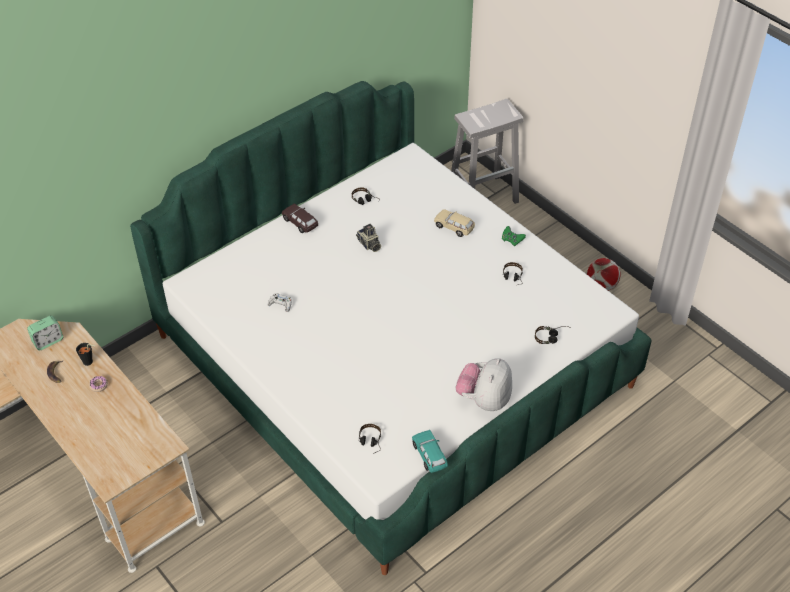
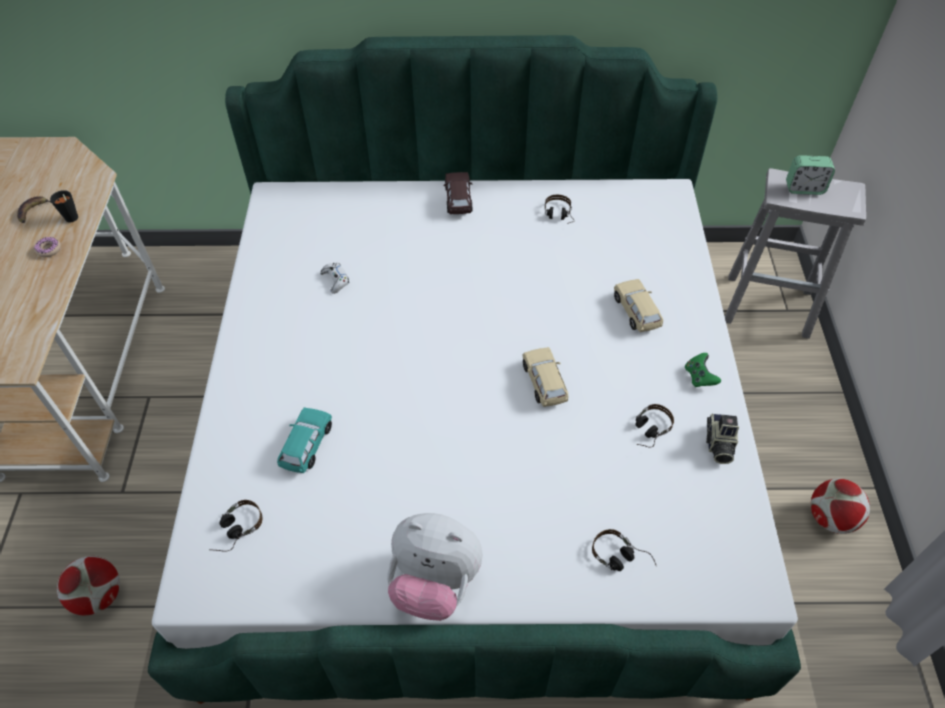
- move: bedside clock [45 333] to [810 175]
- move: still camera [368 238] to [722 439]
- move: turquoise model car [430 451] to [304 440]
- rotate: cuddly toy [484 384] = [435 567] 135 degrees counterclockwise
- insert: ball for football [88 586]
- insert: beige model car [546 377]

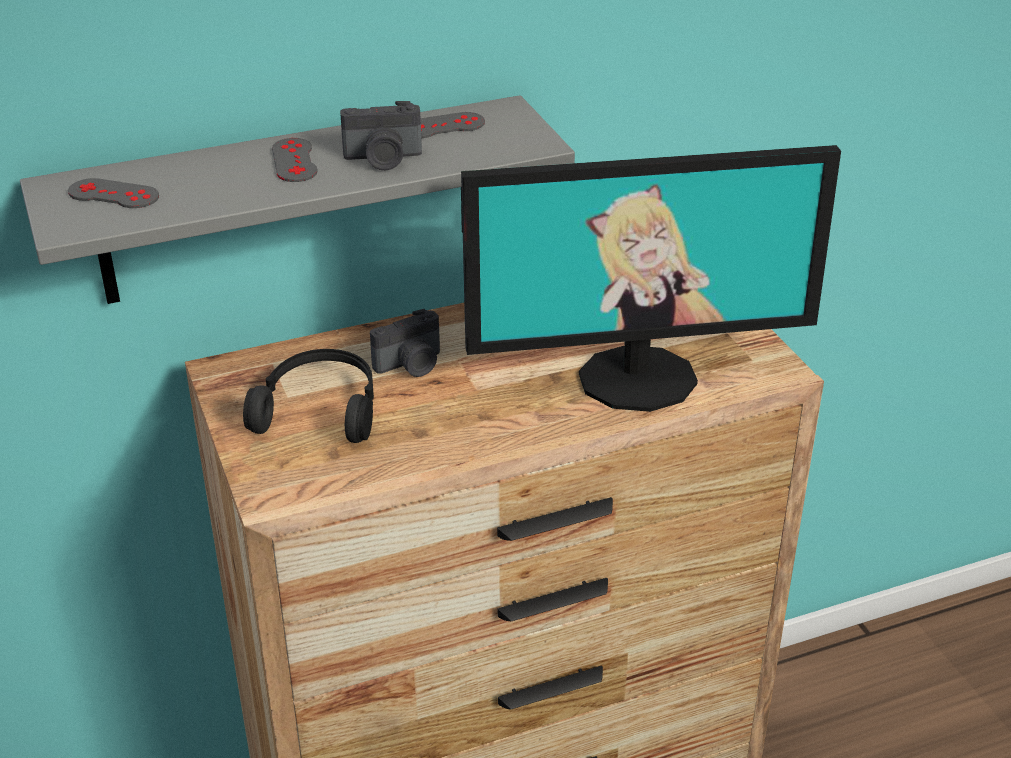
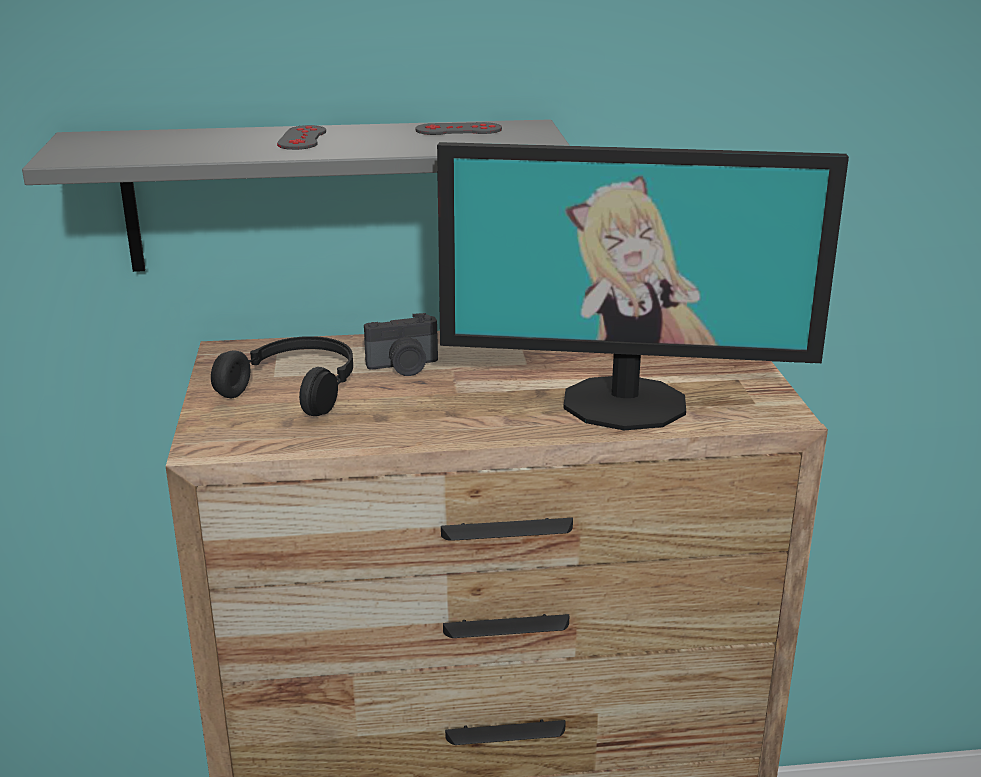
- delete: greyish gamepad [113 193]
- delete: still camera [381 135]

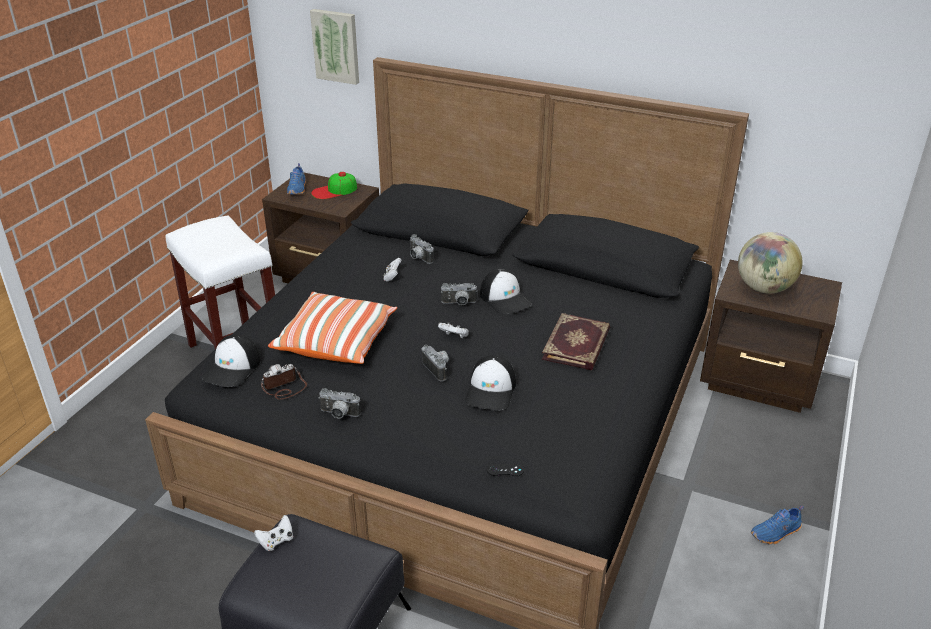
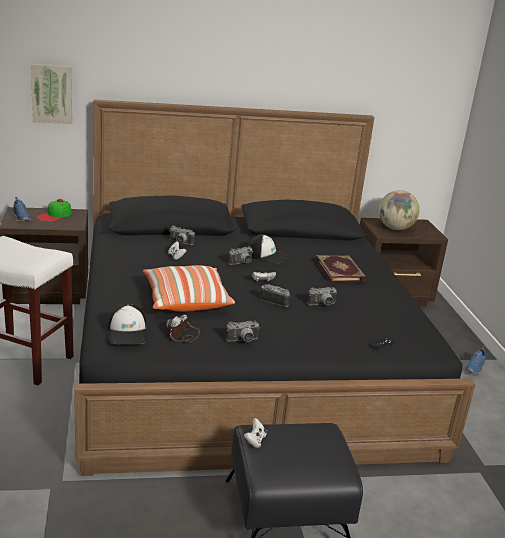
- replace: cap [490 382] to still camera [322 296]

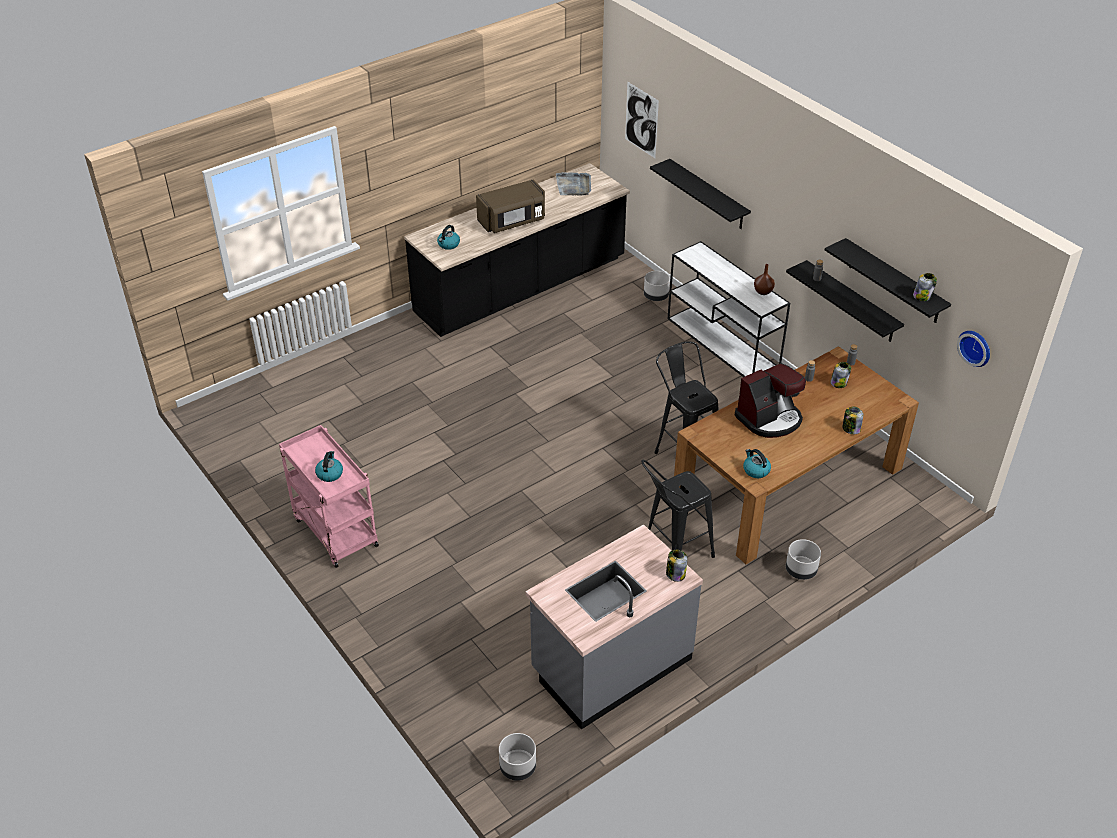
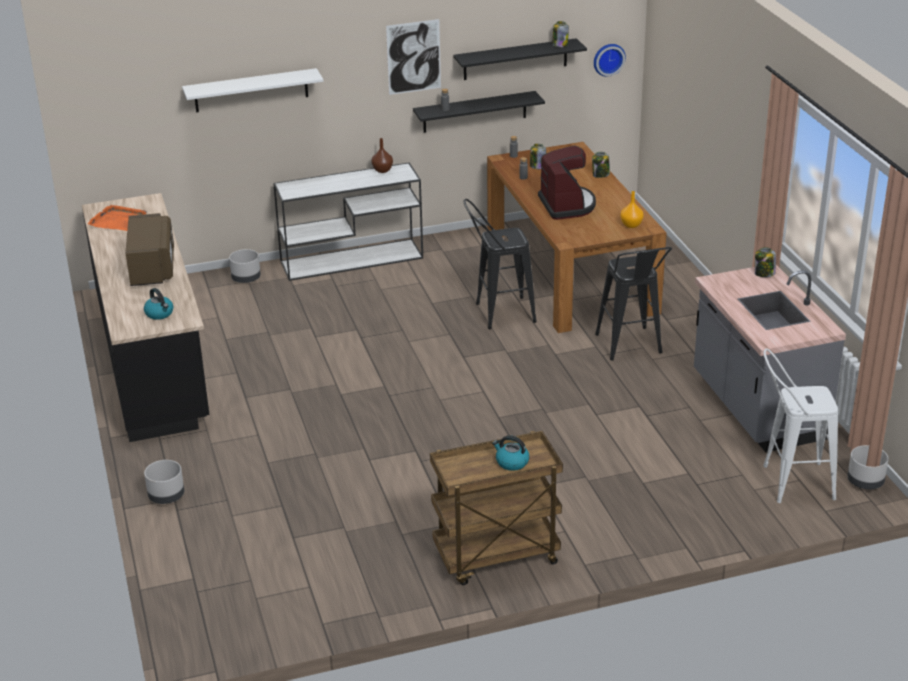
- recolor: pink cart [329 496] to brownish cart [496 508]
- recolor: greyish tray [573 184] to orangey tray [117 218]
- move: picture [642 120] to [413 57]
- delete: black-coloured bracket shelf [700 194]
- replace: kettle [757 463] to orangey decorative vase [632 209]
- move: greyish plant pot [803 559] to [164 482]
- insert: white bracket shelf [253 90]
- insert: white stool [800 426]

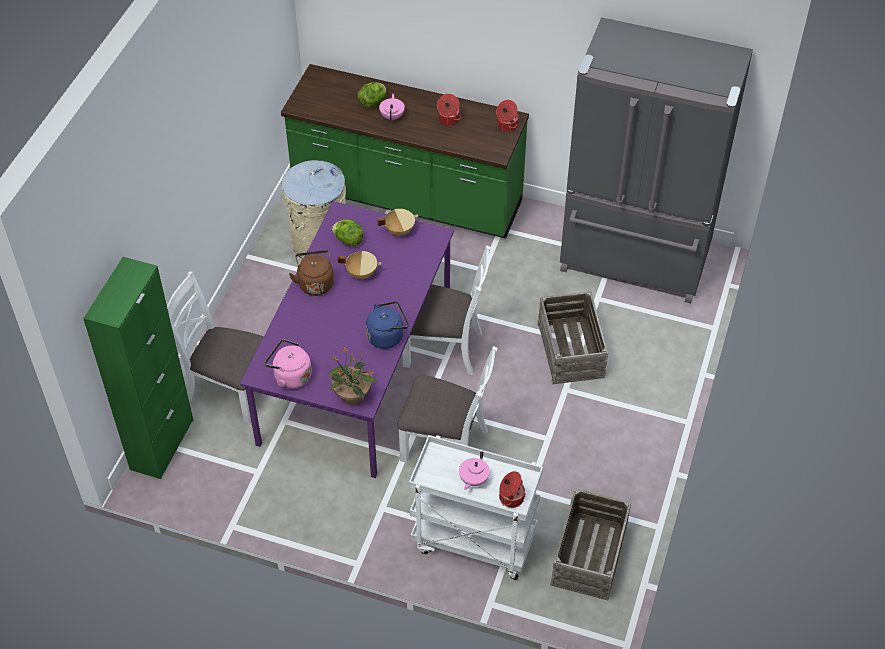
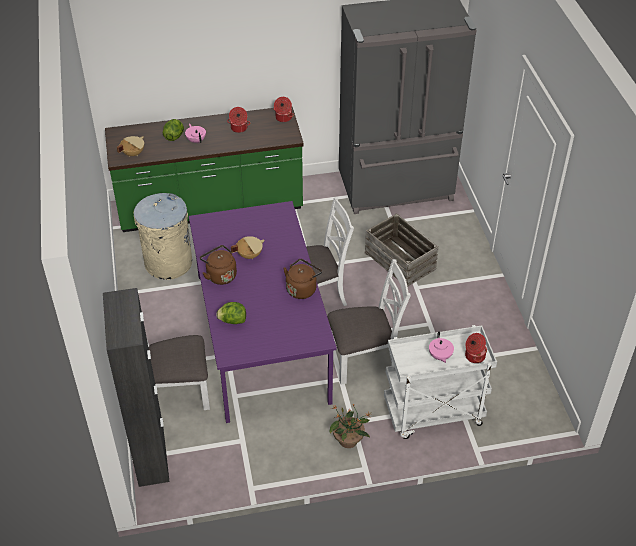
- recolor: greenish cupboard [138 368] to black-coloured cupboard [136 387]
- delete: pink kettle [288 364]
- move: houseplant [352 376] to [350 426]
- move: lettuce head [347 233] to [231 313]
- recolor: bluish kettle [387 325] to brownish kettle [302 279]
- move: beige cooking pot [397 222] to [130 146]
- delete: shipping crate [590 544]

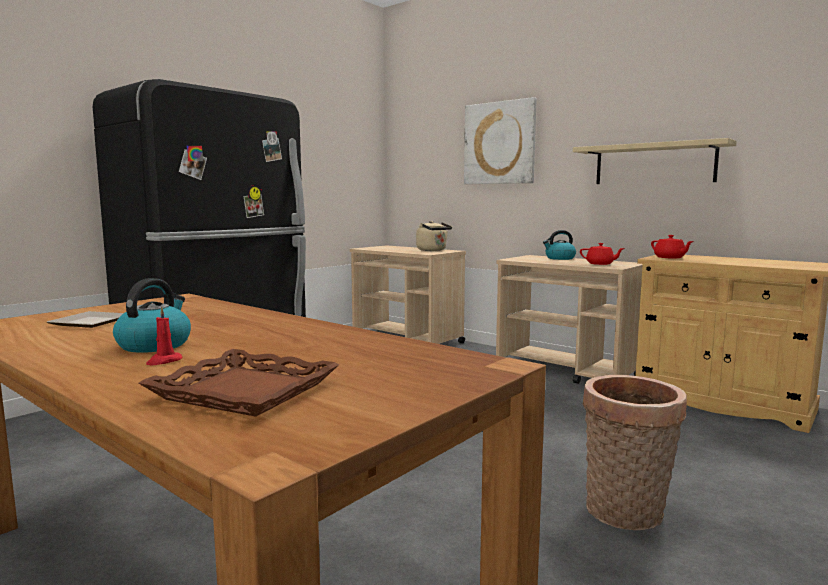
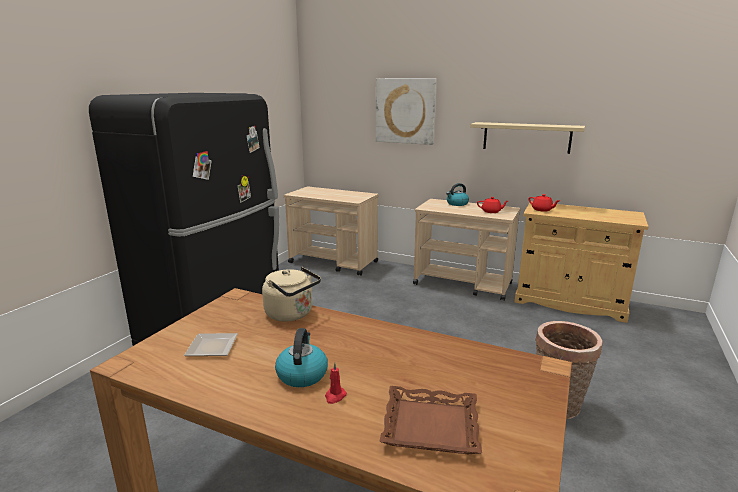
- move: beige kettle [434 236] to [291 294]

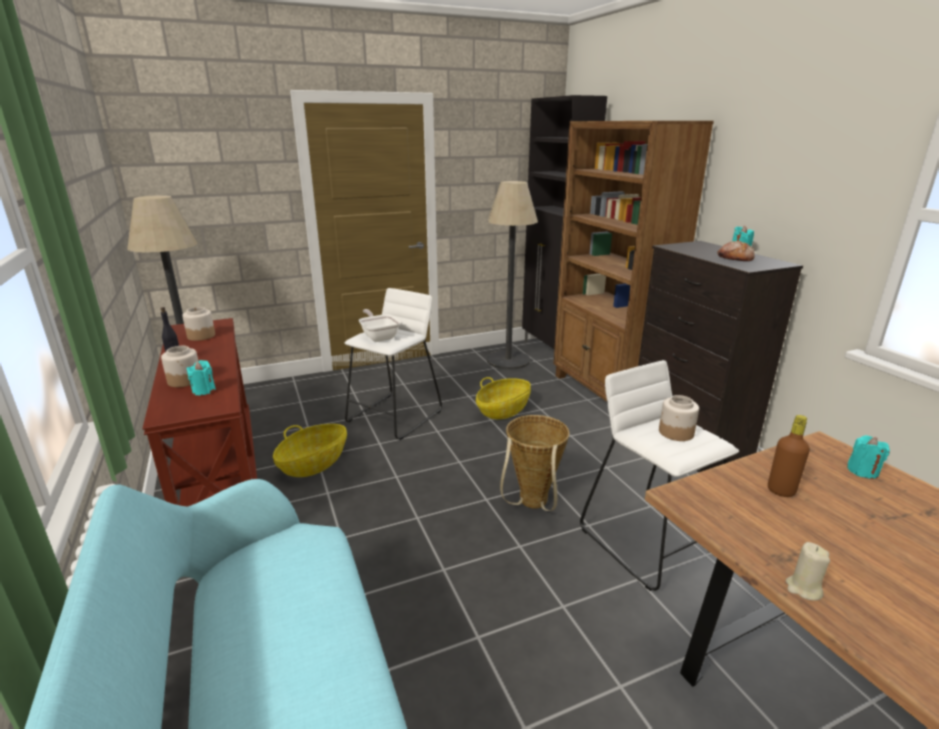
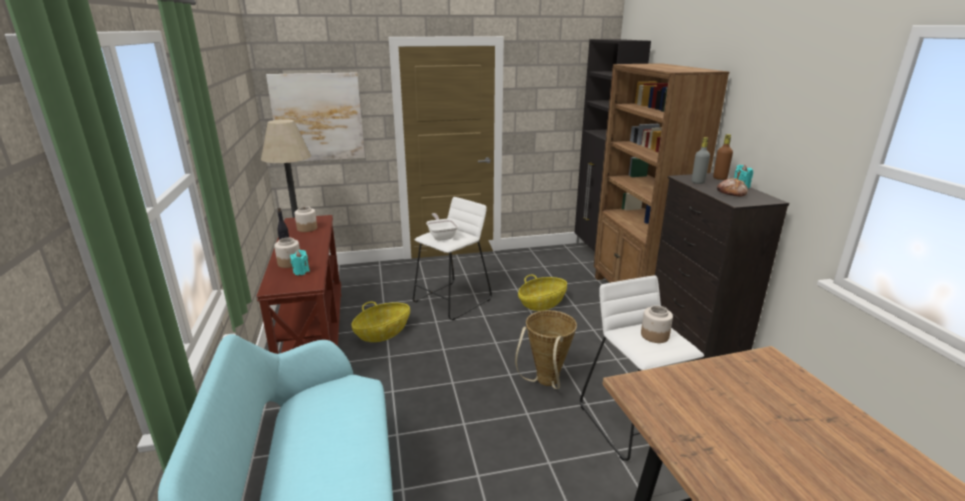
- delete: standing lamp [512 275]
- move: brownish drink bottle [789 456] to [723 157]
- delete: beige wax light [808 571]
- delete: turquoise wax light [868 457]
- insert: picture [315 117]
- insert: greyish drink bottle [701 160]

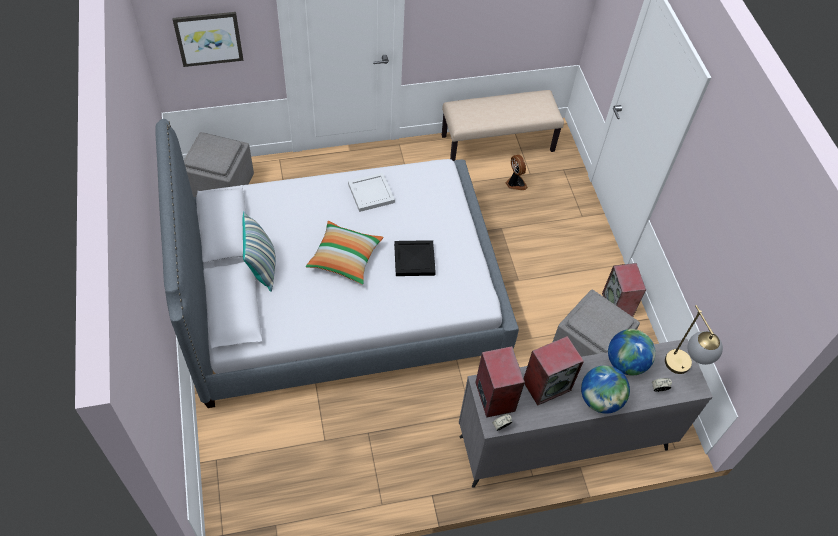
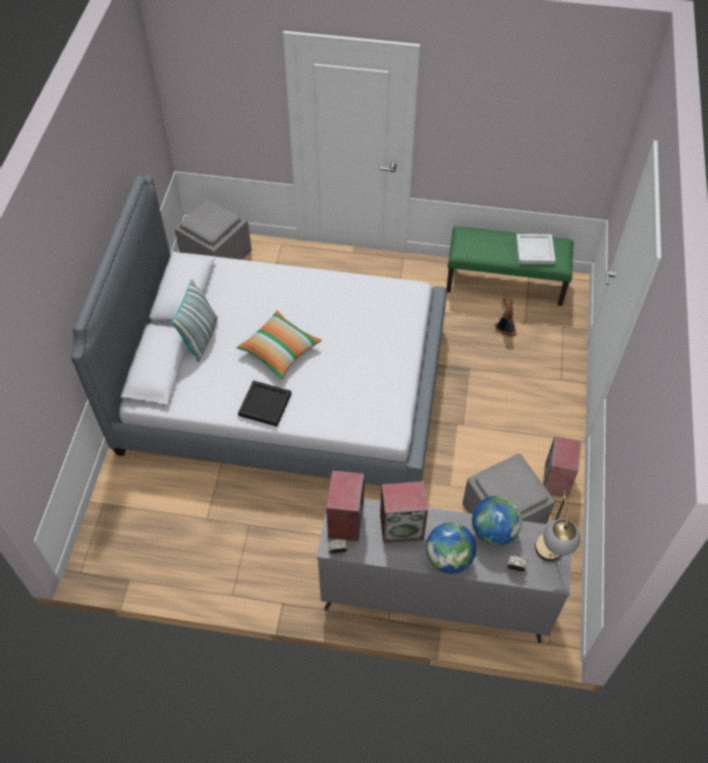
- delete: picture [208 39]
- move: white tray [371 192] to [535 249]
- move: black-coloured tray [415 258] to [264 403]
- recolor: beige indoor bench [503 125] to greenish indoor bench [510 266]

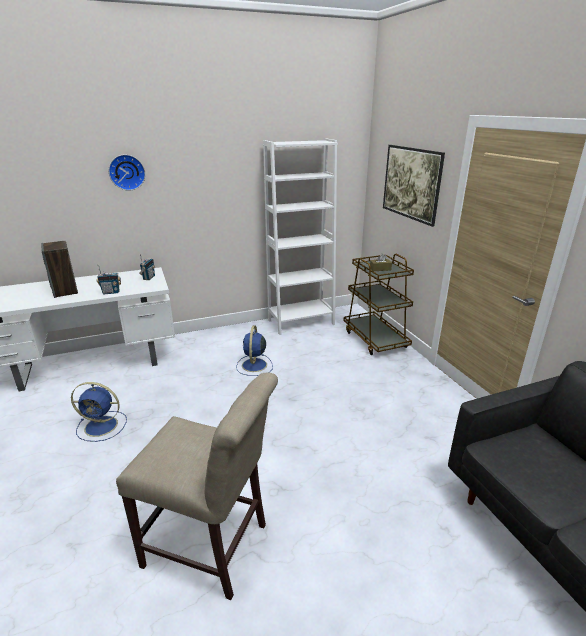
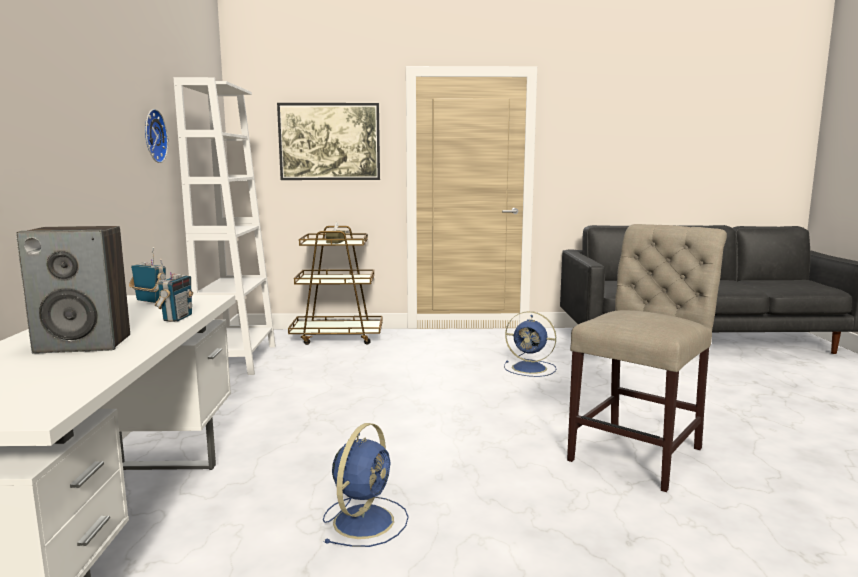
- move: hanging clock [127 172] to [156 136]
- move: bluish fan [254 350] to [530 344]

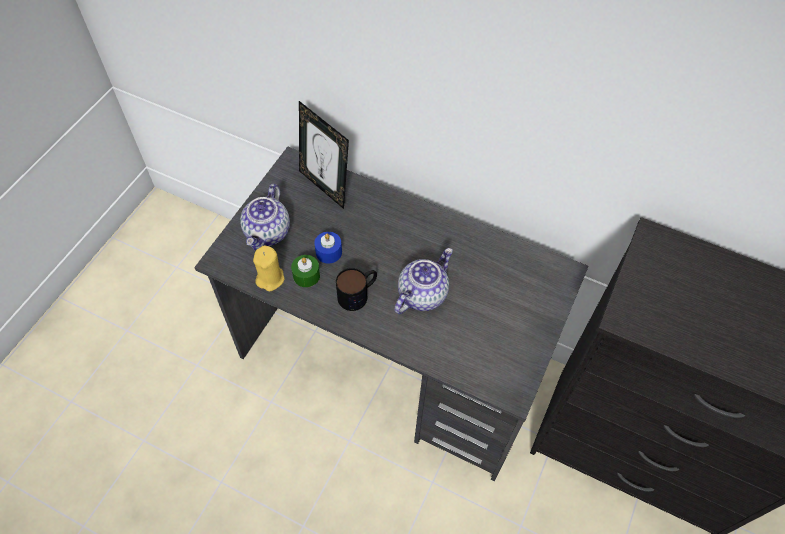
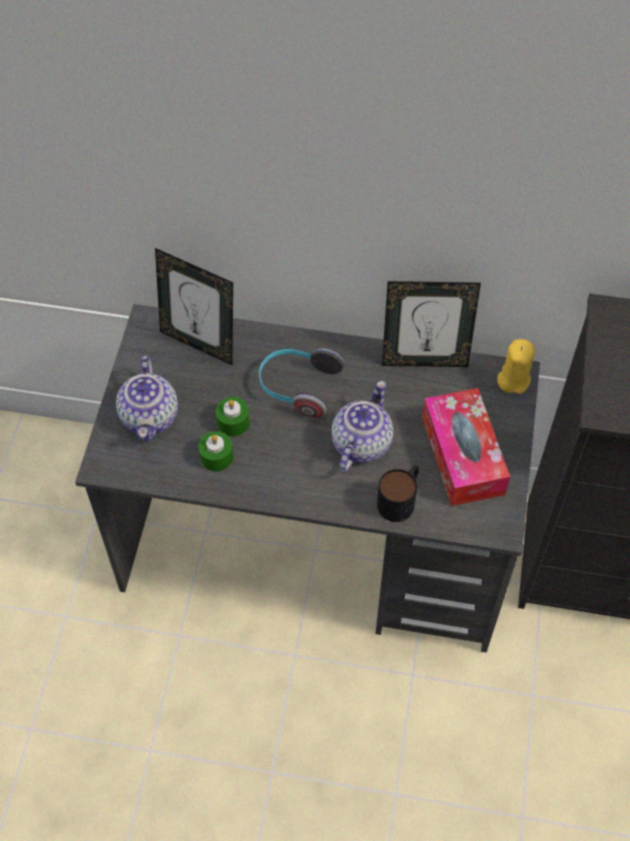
- move: yellowish wax light [268 268] to [516 366]
- recolor: bluish wax light [328 248] to greenish wax light [233 416]
- move: mug [356 289] to [398 493]
- insert: headset [301 383]
- insert: picture frame [431 324]
- insert: tissue holder [466 447]

